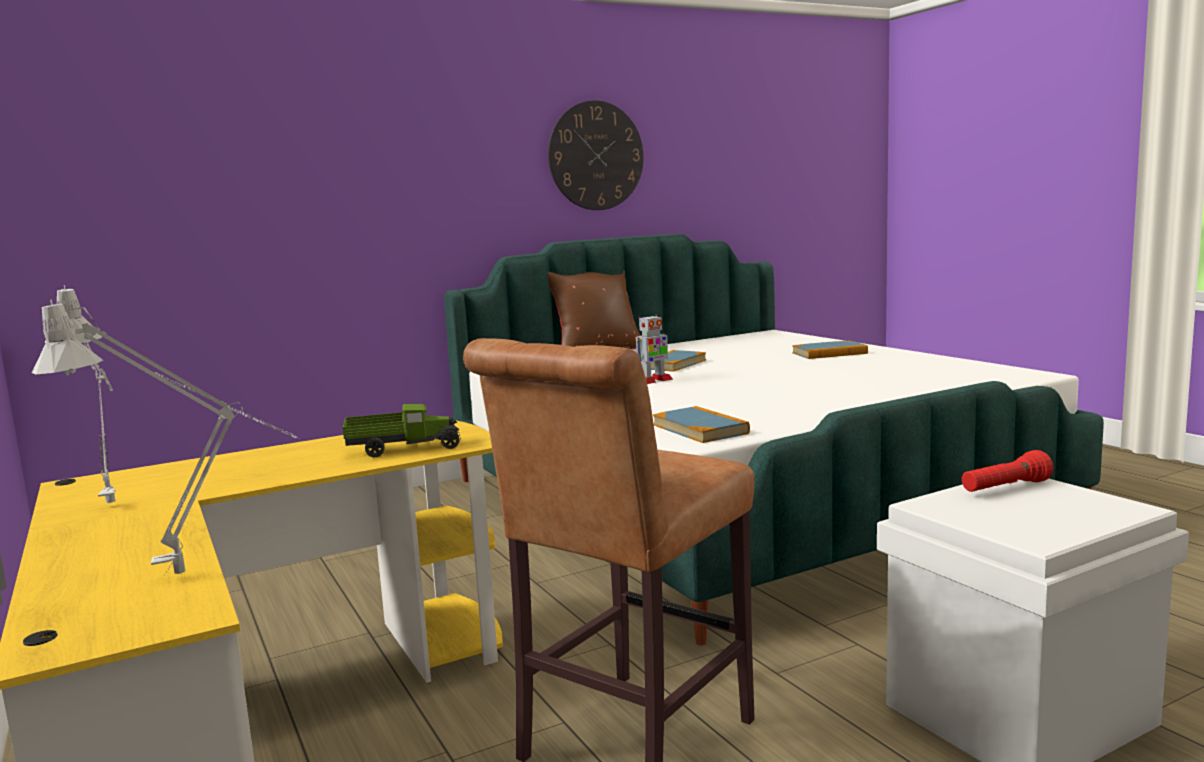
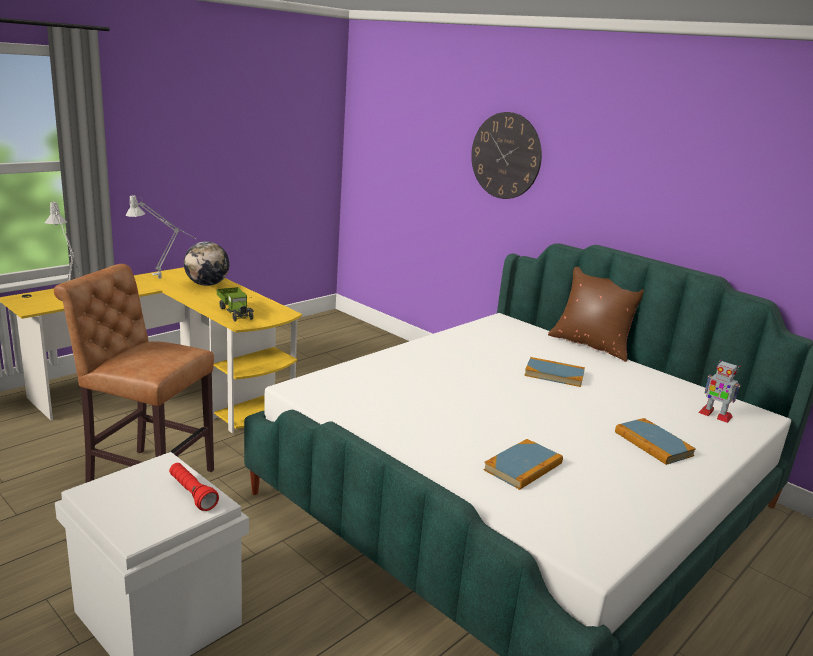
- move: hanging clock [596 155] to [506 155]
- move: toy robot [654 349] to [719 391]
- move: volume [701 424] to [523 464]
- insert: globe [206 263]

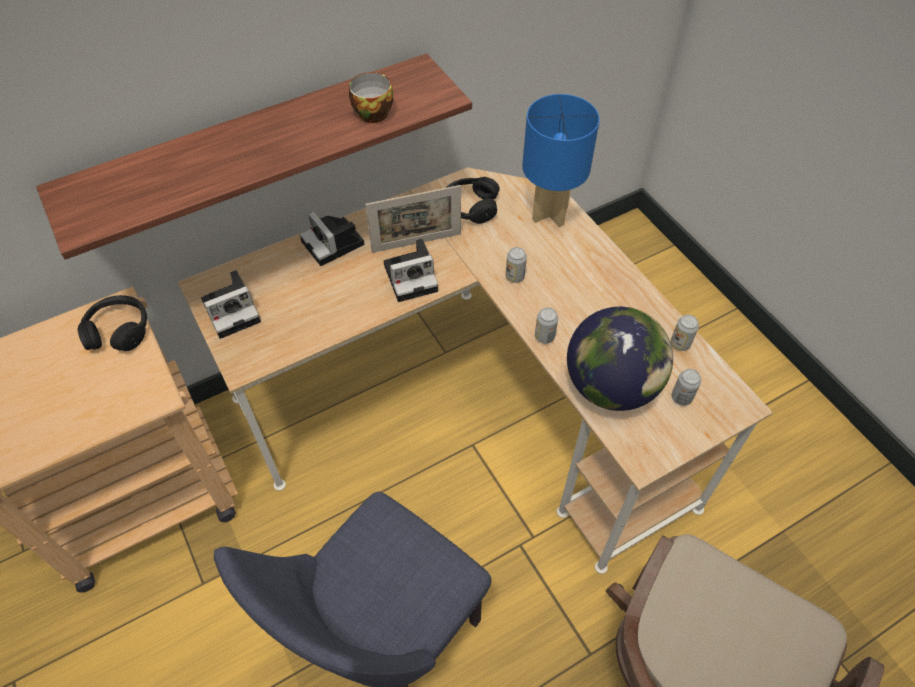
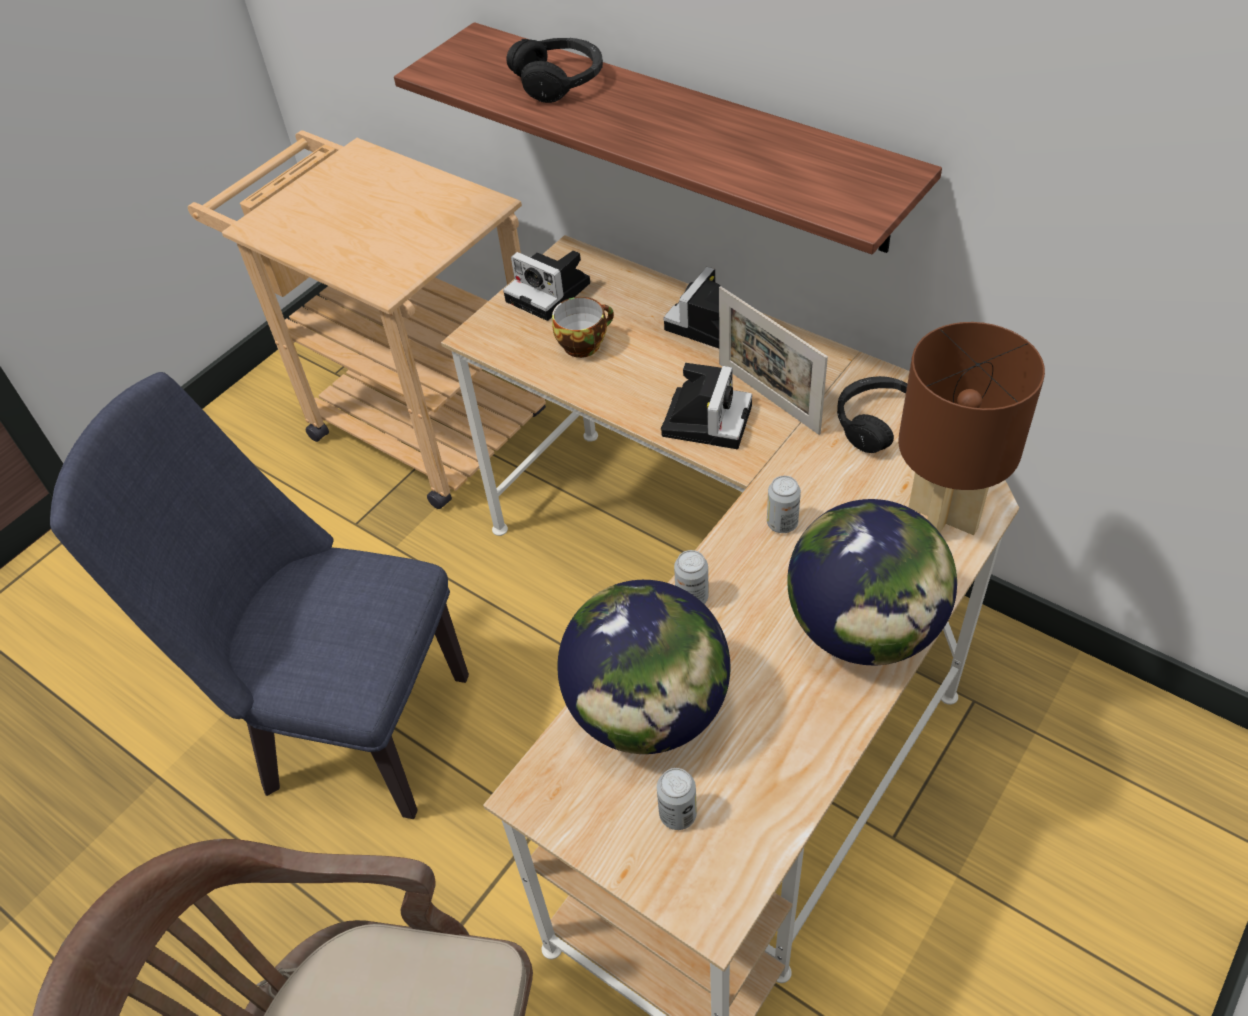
- move: black-coloured headset [112 323] to [554 70]
- move: small cup [371 97] to [583 327]
- rotate: still camera [411 270] = [706 406] 120 degrees counterclockwise
- recolor: bluish tabletop lamp [561 160] to brownish tabletop lamp [971 428]
- delete: sealed can [685 333]
- insert: globe [872 582]

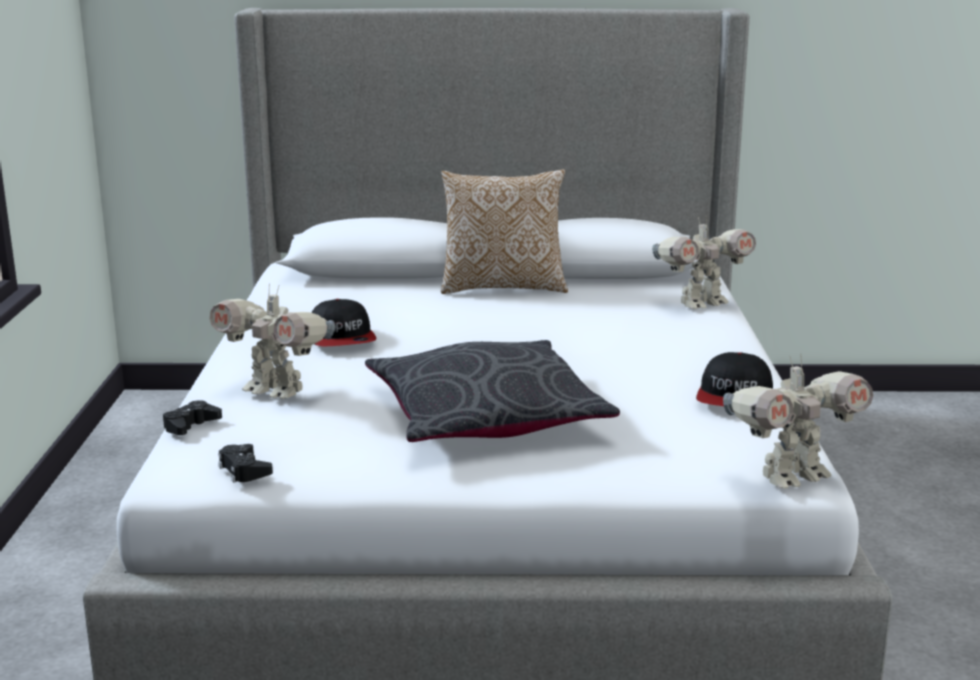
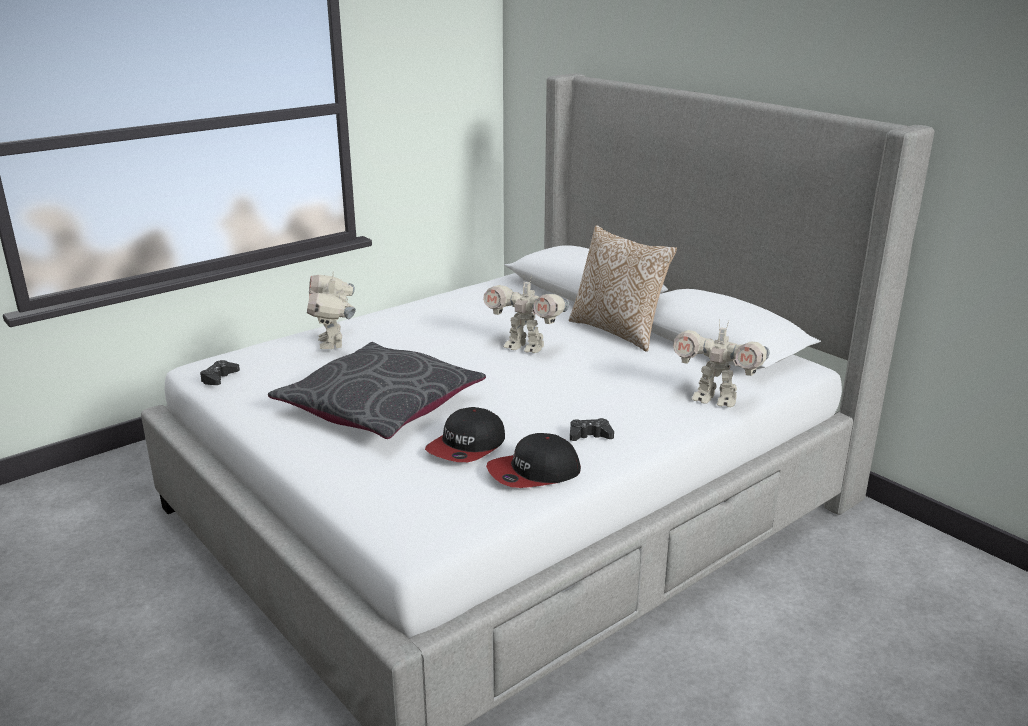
- move: black-coloured gamepad [192 417] to [592 429]
- move: cap [344 322] to [465 434]
- move: toy robot [798 421] to [526 314]

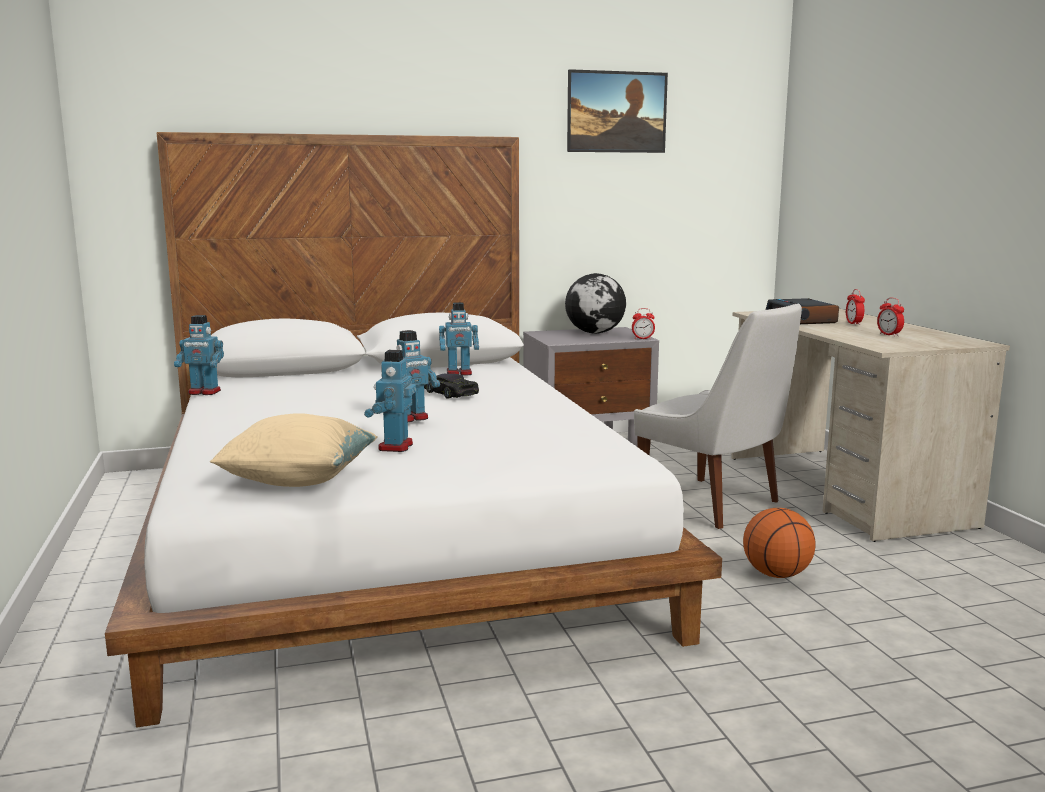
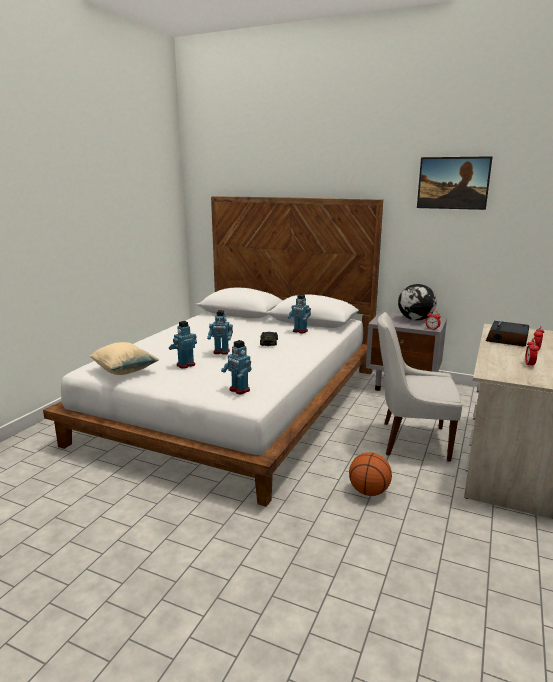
- move: toy robot [199 355] to [236 367]
- rotate: white plain chair [718 416] = [419 387] 105 degrees clockwise

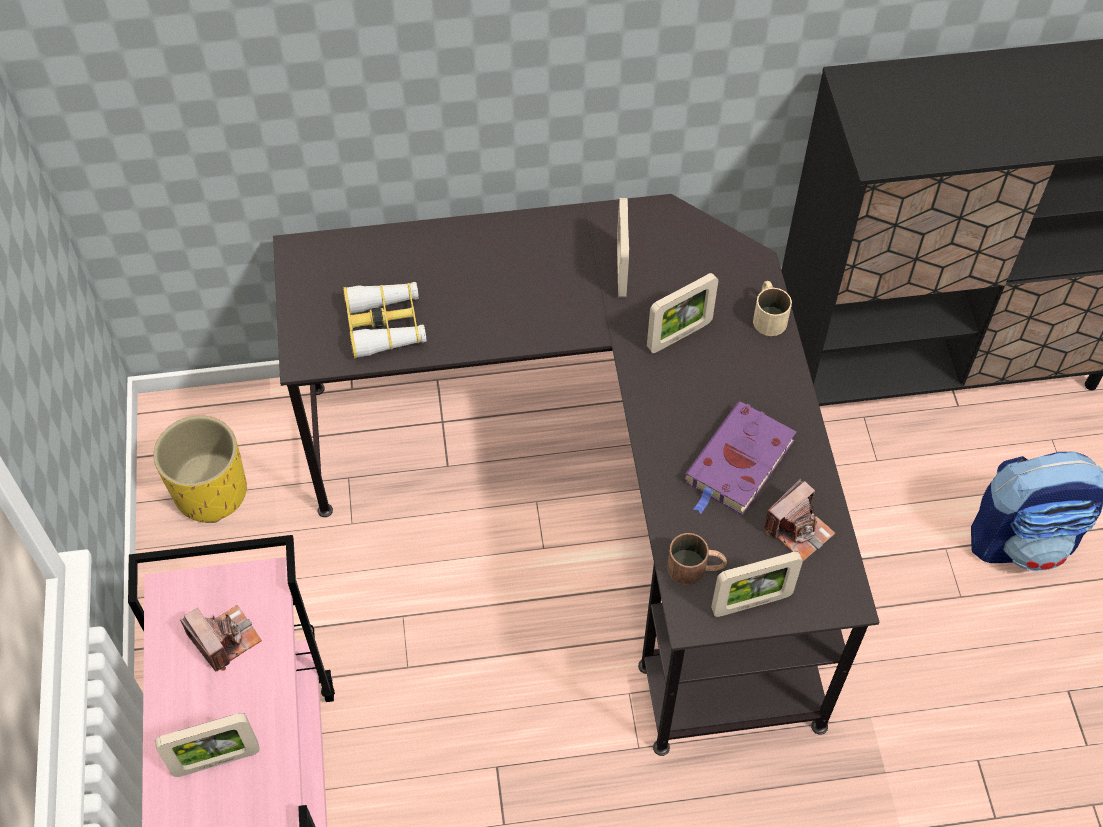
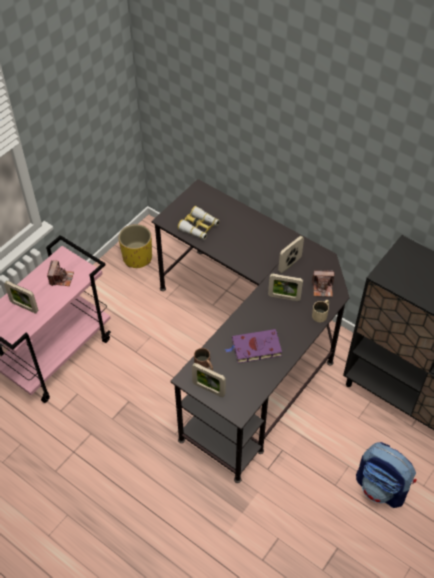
- move: still camera [799 520] to [323 283]

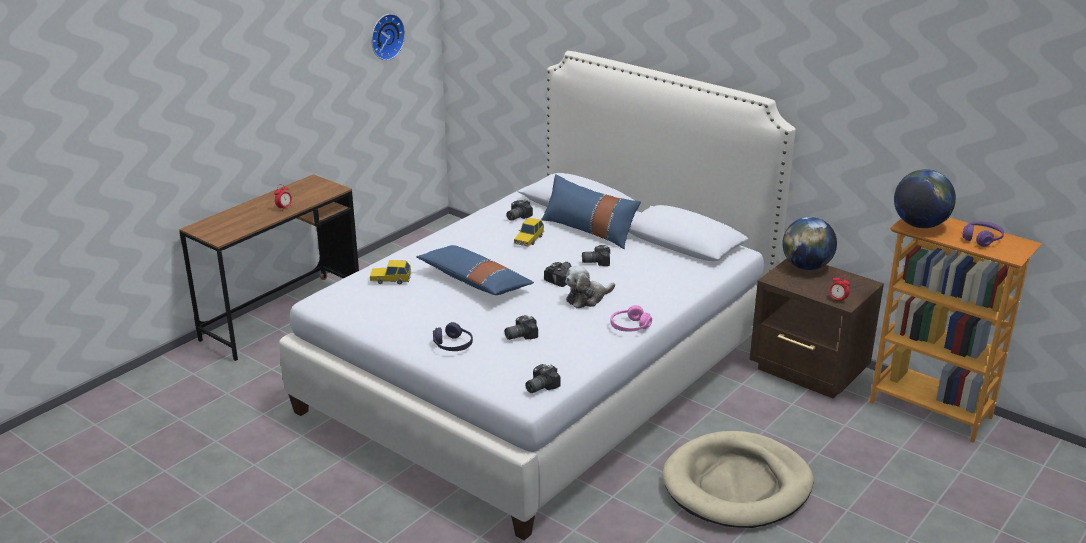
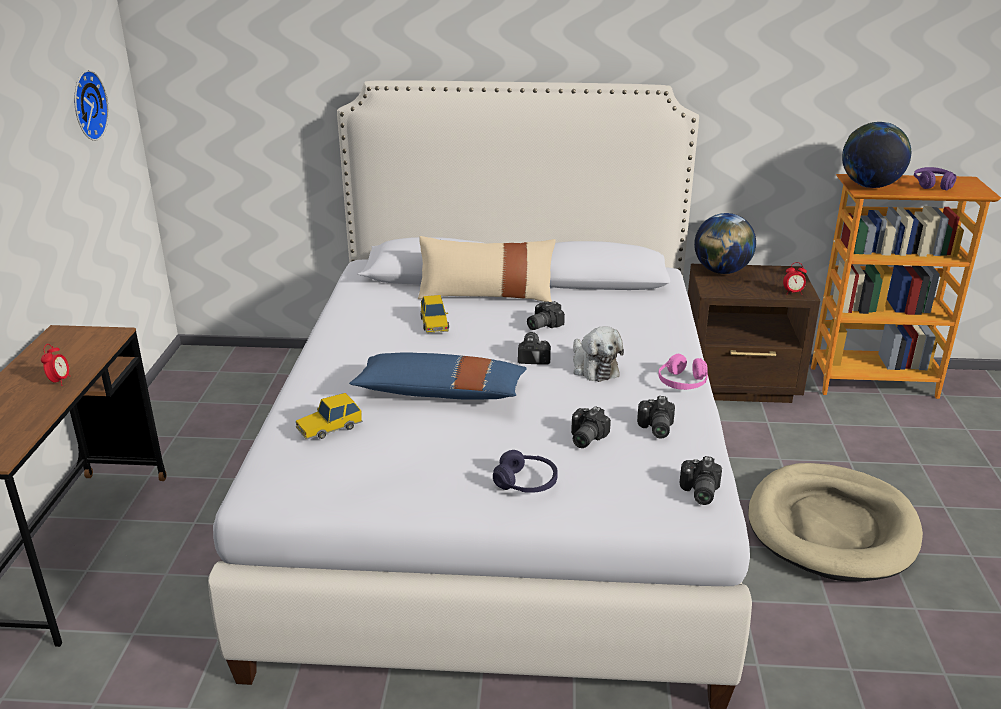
- move: still camera [519 210] to [656 417]
- recolor: bluish pillow [591 211] to beige pillow [487 269]
- rotate: cuddly toy [590 287] = [598 354] 45 degrees counterclockwise

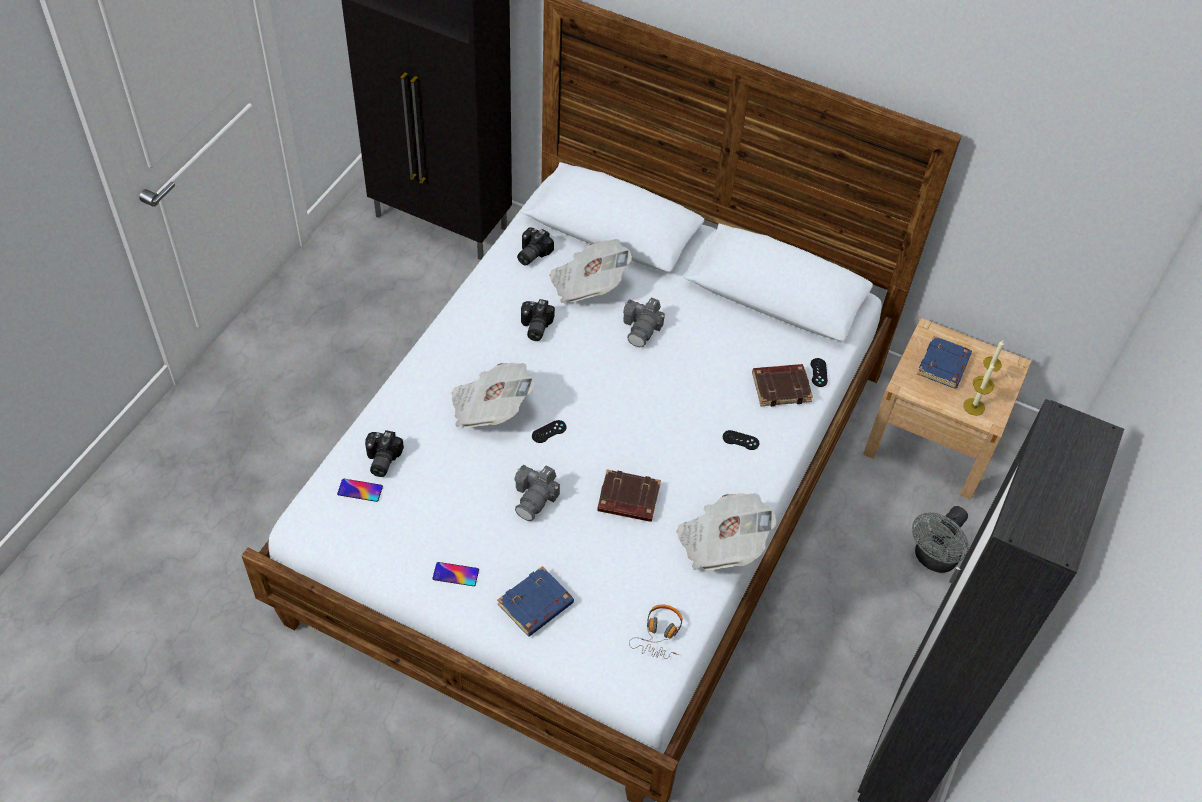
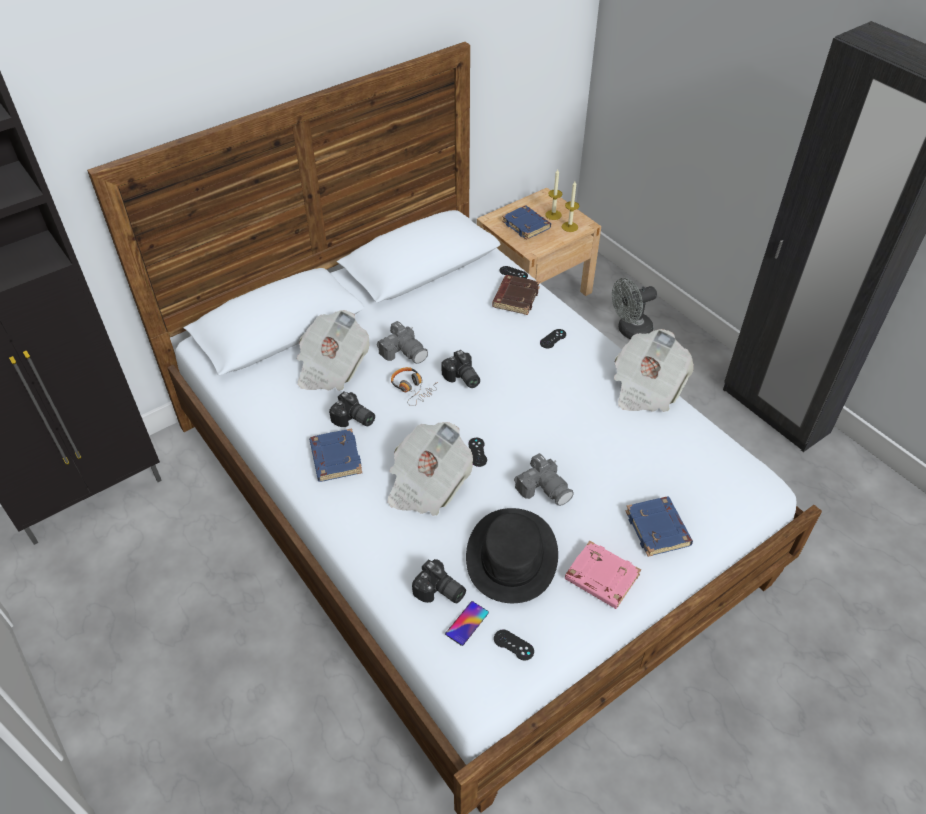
- replace: phone [455 574] to pink volume [603 575]
- move: still camera [535 247] to [460 369]
- delete: brownish volume [629 495]
- move: headset [656 632] to [414 386]
- rotate: greyish fan [940 539] = [634 308] 90 degrees clockwise
- insert: bluish volume [335 455]
- insert: black-coloured wearable hat [512 555]
- insert: black-coloured gamepad [514 645]

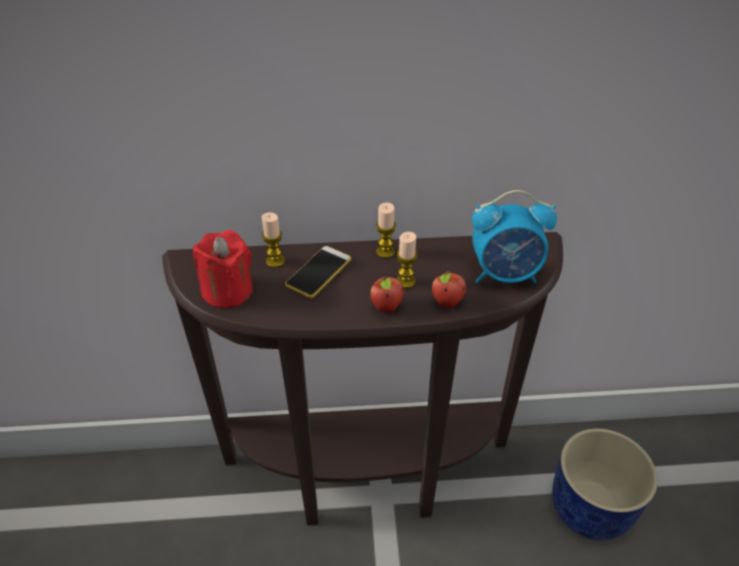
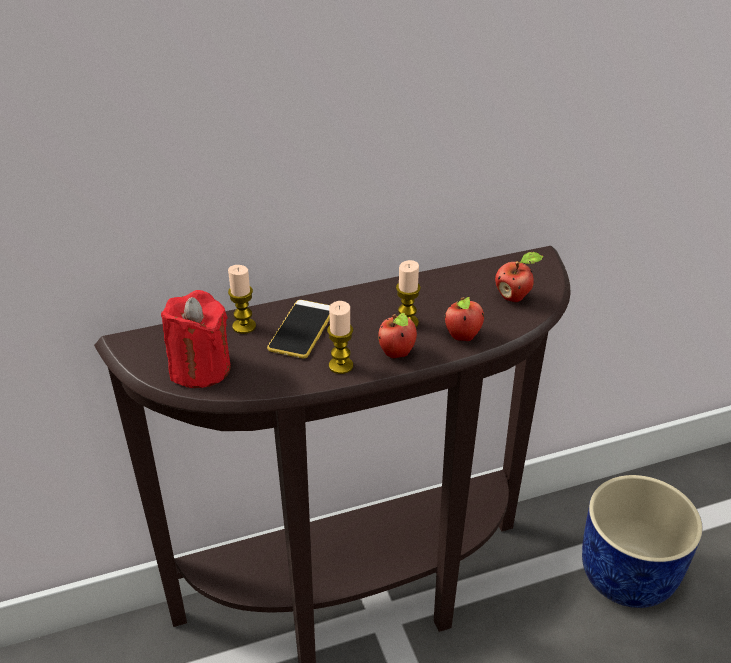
- move: wax light [386 230] to [340 337]
- replace: bedside clock [514 236] to apple [519 277]

